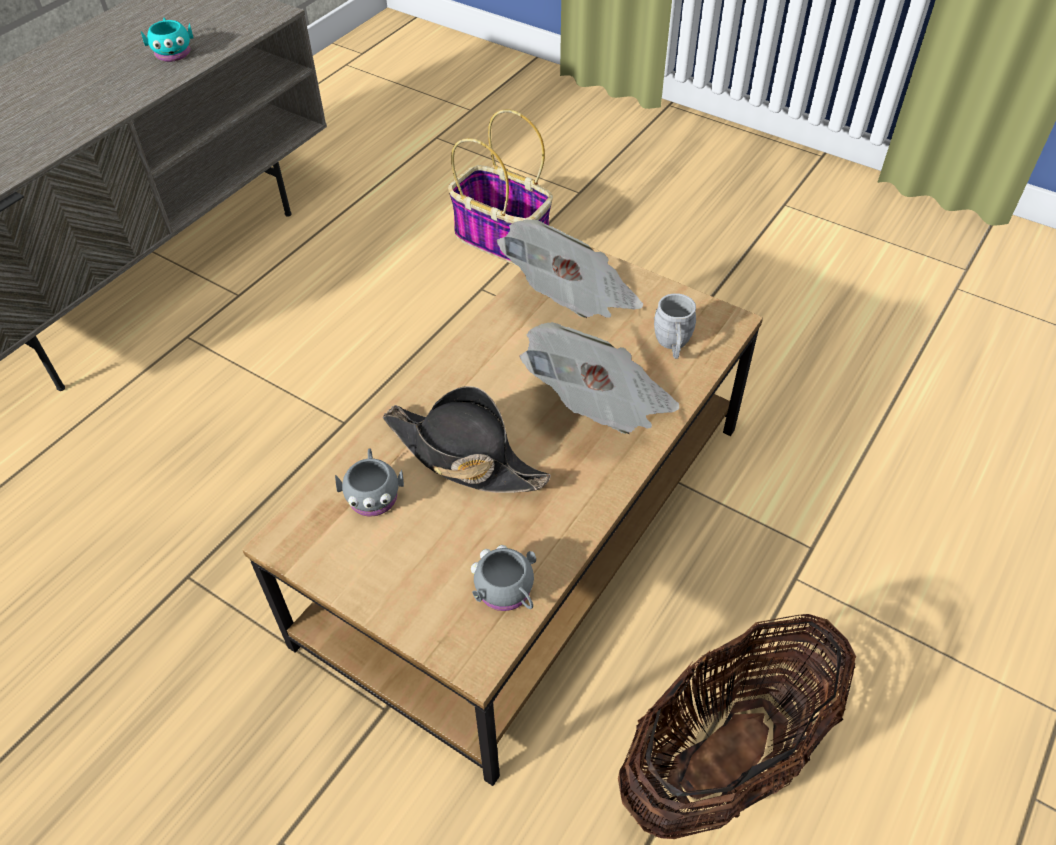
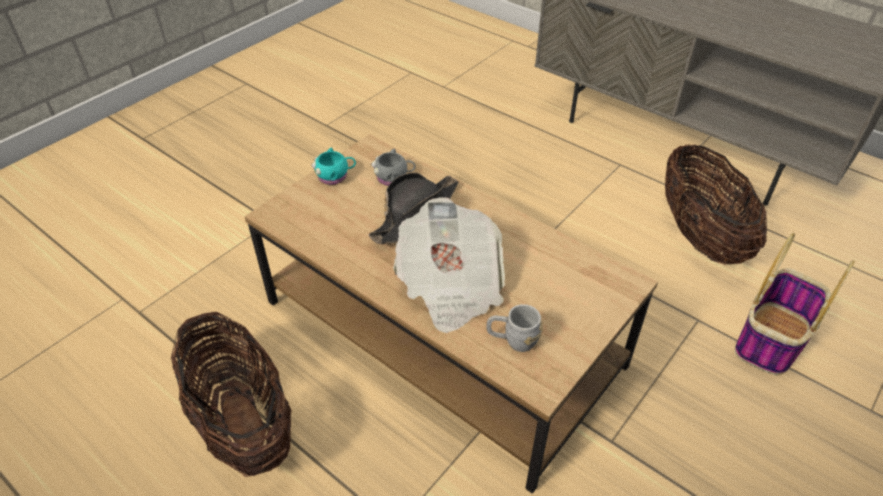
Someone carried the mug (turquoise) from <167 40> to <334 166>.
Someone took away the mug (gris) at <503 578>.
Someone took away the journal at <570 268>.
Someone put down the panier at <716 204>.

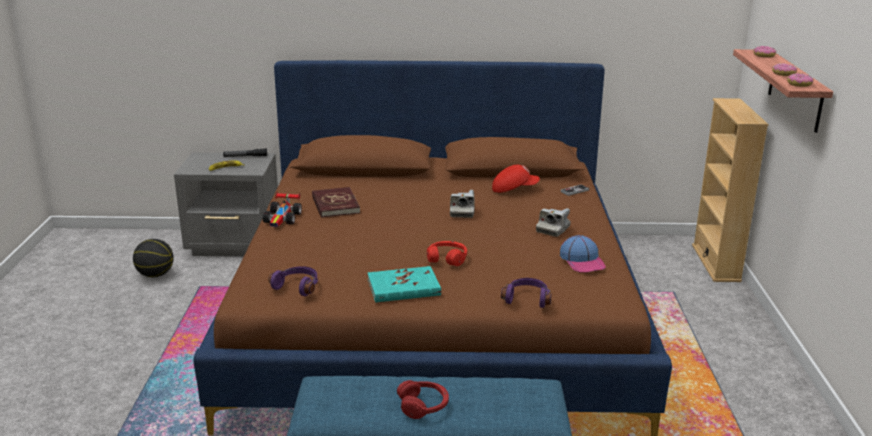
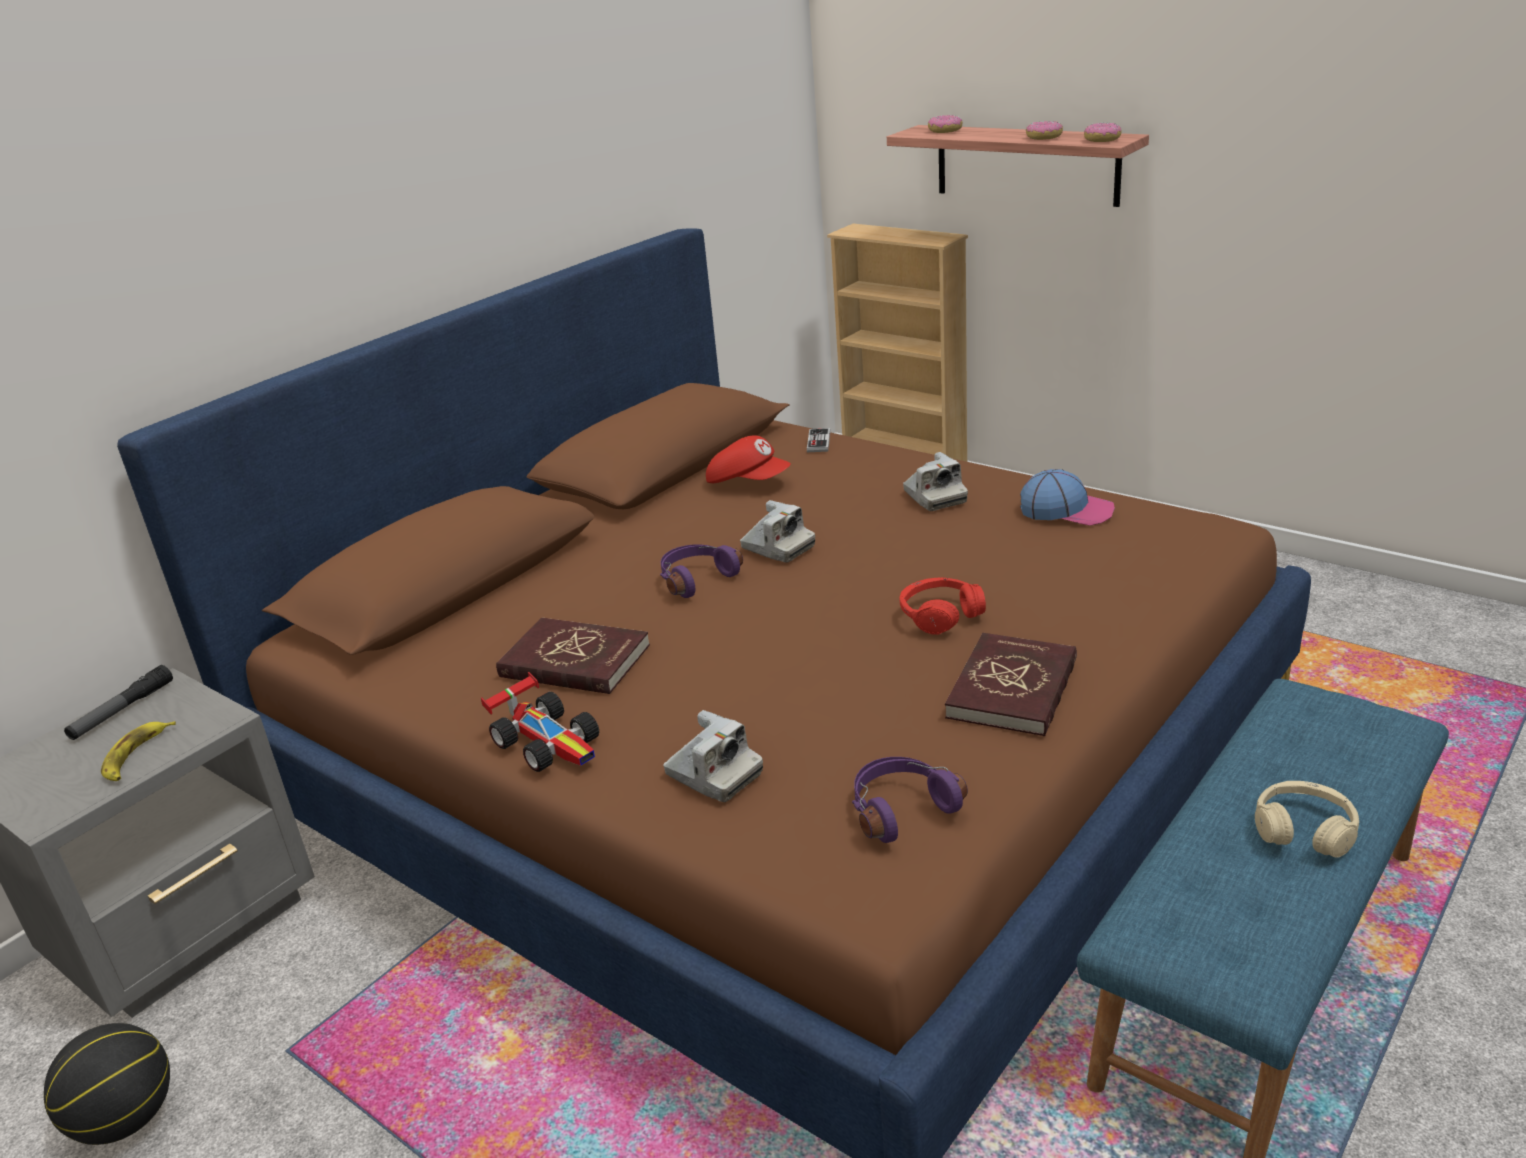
Someone repainted the livre (turquoise) at <404 284>, which became the livre (rouge) at <1011 684>.
Someone repainted the casque audio (rouge) at <423 399>, which became the casque audio (beige) at <1307 819>.
Someone rotated the casquette (rouge) at <516 179> by 90 degrees clockwise.
Someone carried the casque audio (violet) from <526 293> to <701 571>.
Someone put down the appareil photo at <713 756>.

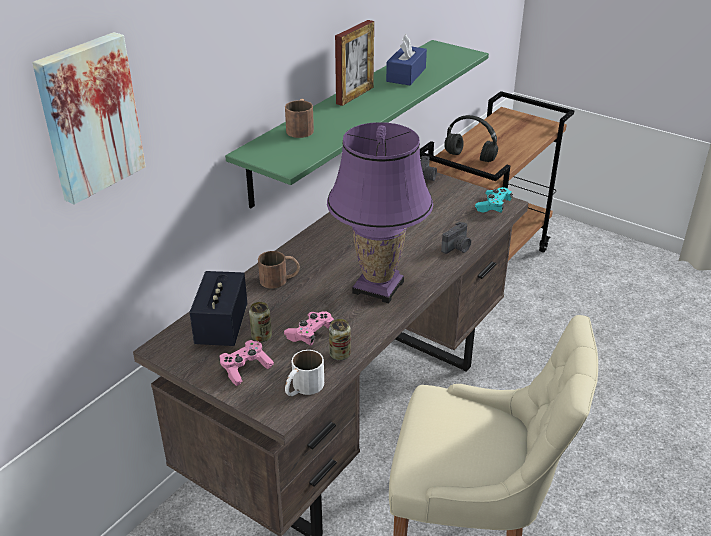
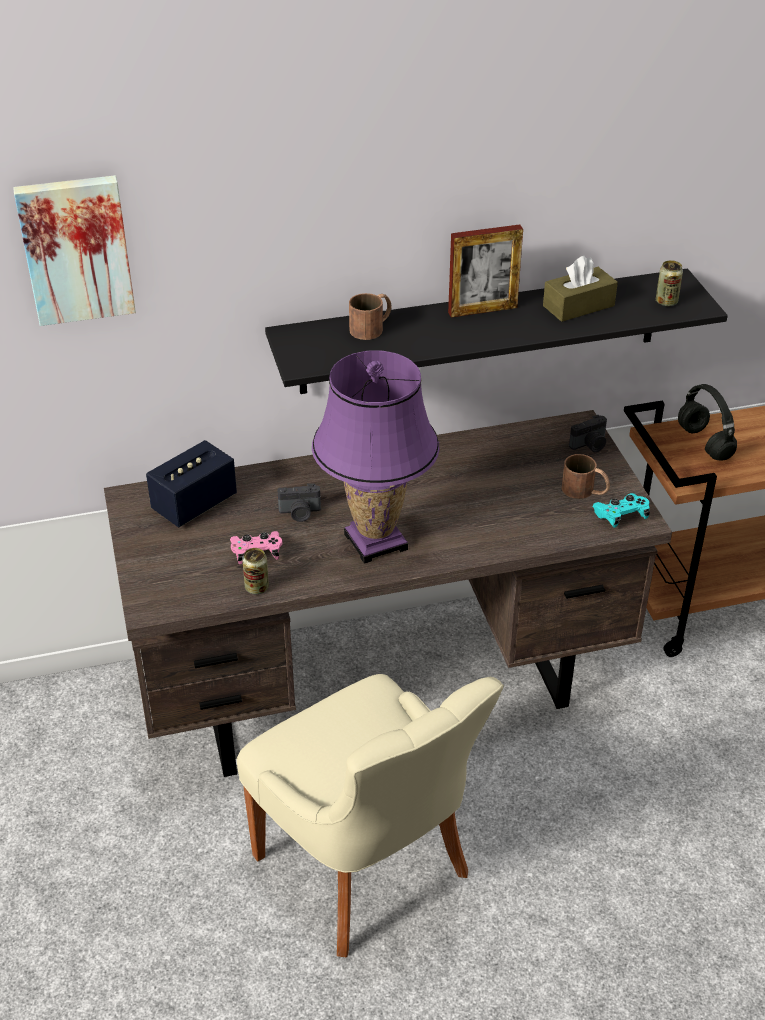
Someone took away the manette (rose) at <246 363>.
Someone repainted the étagère (vert) at <357 124>, which became the étagère (noir) at <496 331>.
Someone carried the boîte métallique from <260 322> to <669 283>.
Someone carried the mug (marron) from <279 270> to <586 476>.
Someone took away the mug (blanc) at <304 373>.
Someone repainted the boîte à mouchoirs (bleu) at <406 60>, which became the boîte à mouchoirs (marron) at <580 289>.
Someone carried the appareil photo from <456 238> to <299 503>.

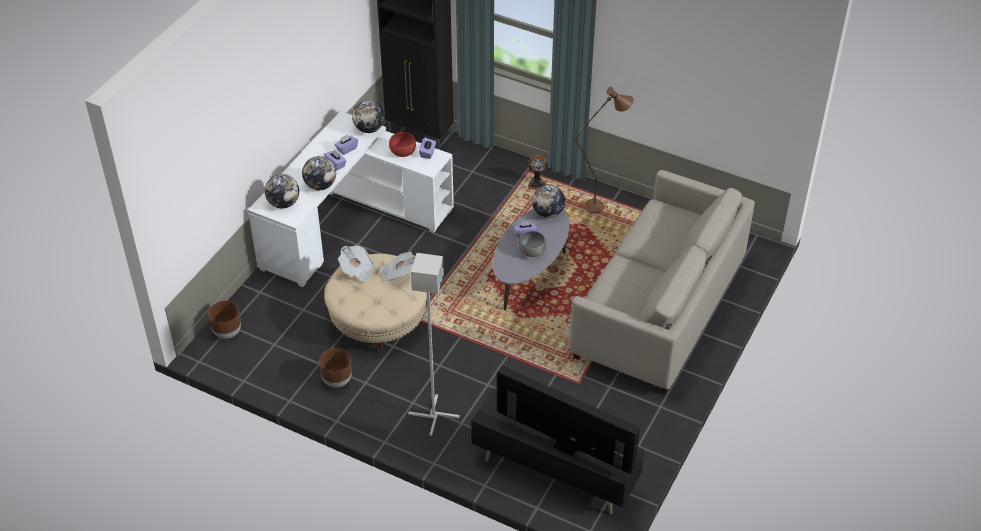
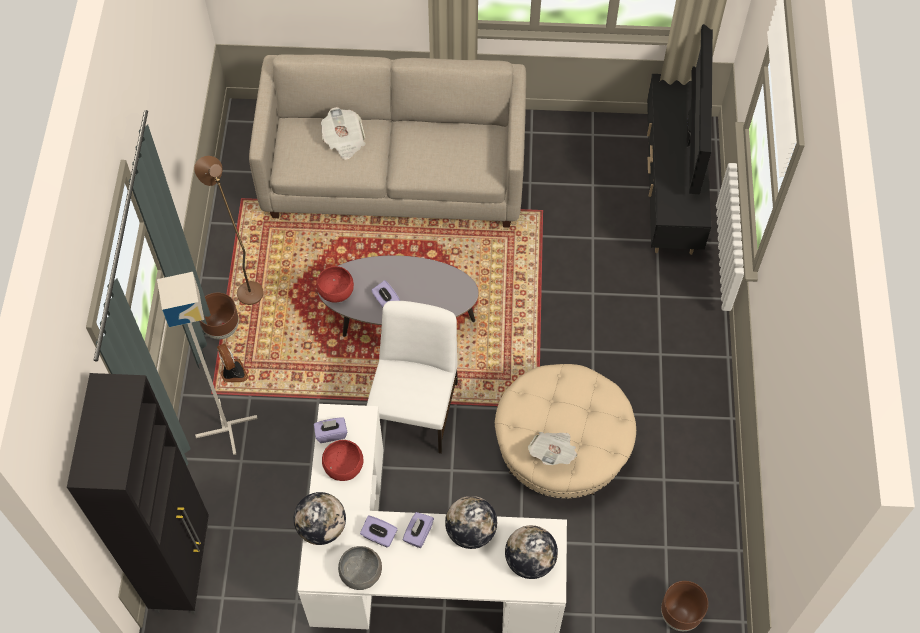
Someone carried the cache-pot (marron) from <335 367> to <219 316>.
Someone carried the journal from <397 267> to <343 133>.
Someone carried the lampadaire (gris) from <433 344> to <207 363>.
Someone carried the bol (gris) from <532 244> to <360 568>.
Someone swapped the globe at <548 201> for the bol (rouge) at <335 284>.
Someone put down the chaise (blanc) at <412 377>.

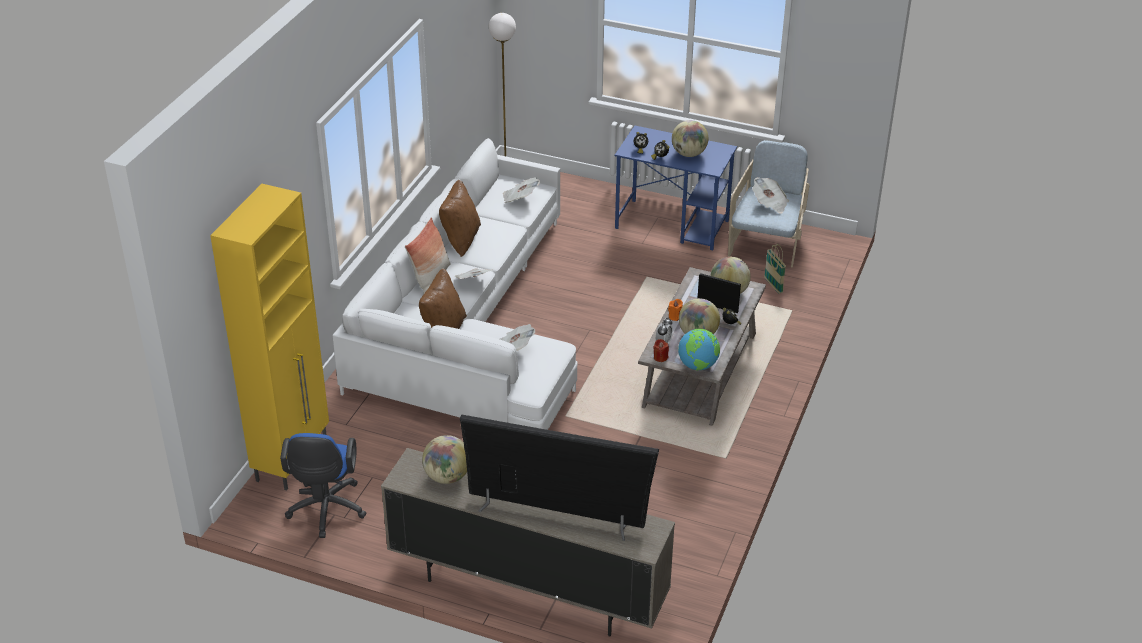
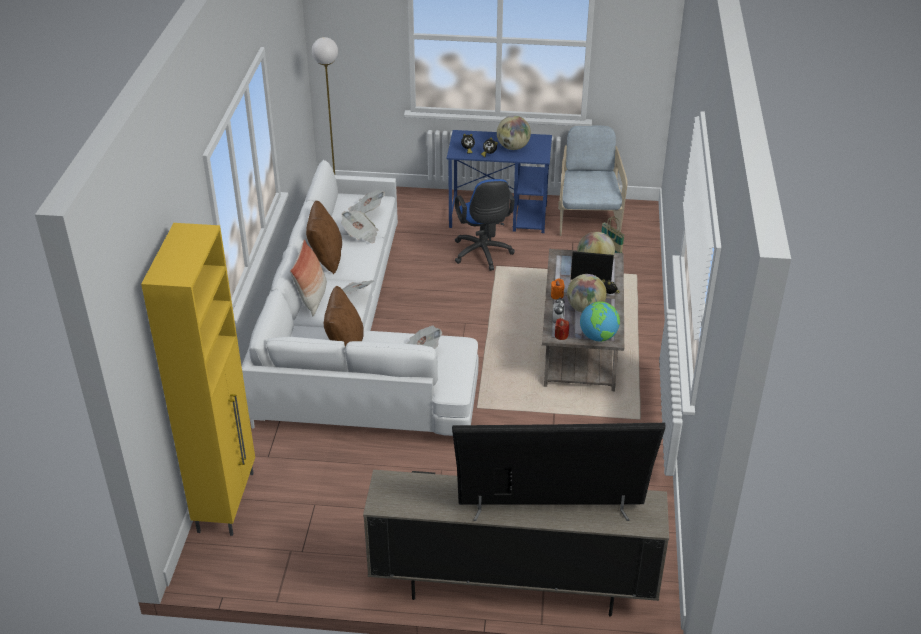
Someone carried the chaise de bureau (bleu) from <323 485> to <485 225>.
Someone took away the globe at <444 459>.
Someone carried the journal from <770 195> to <360 226>.

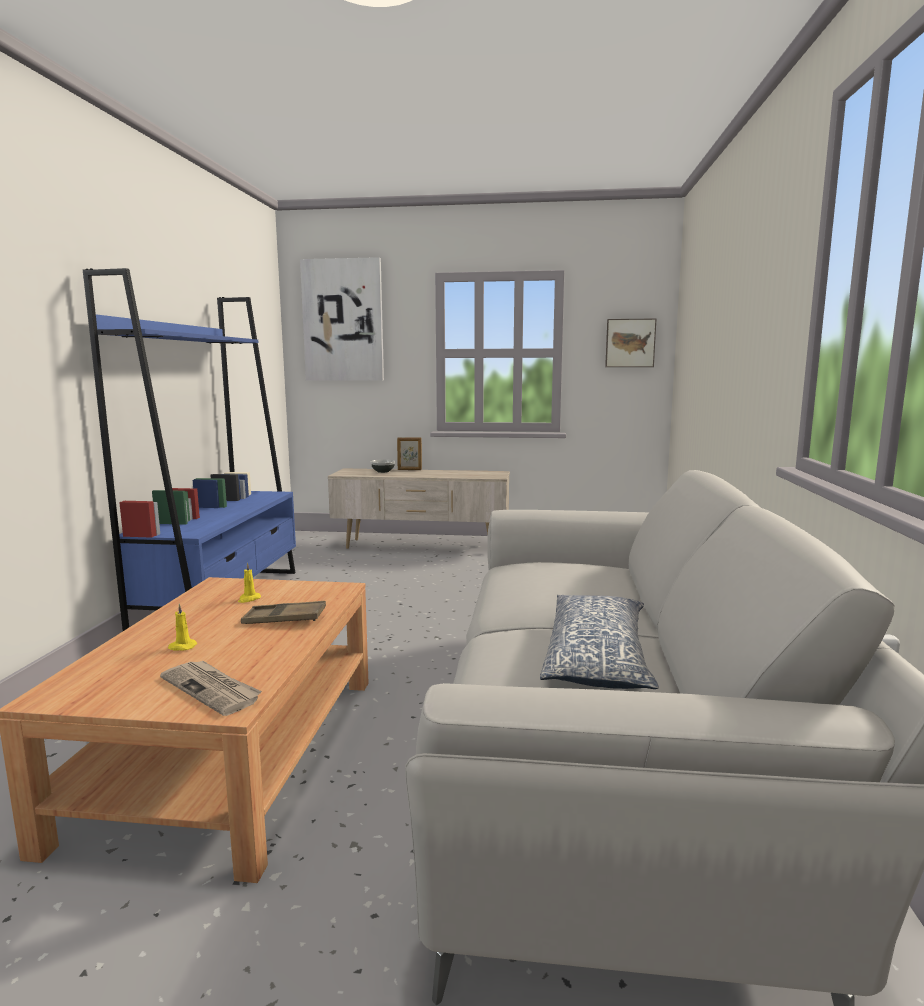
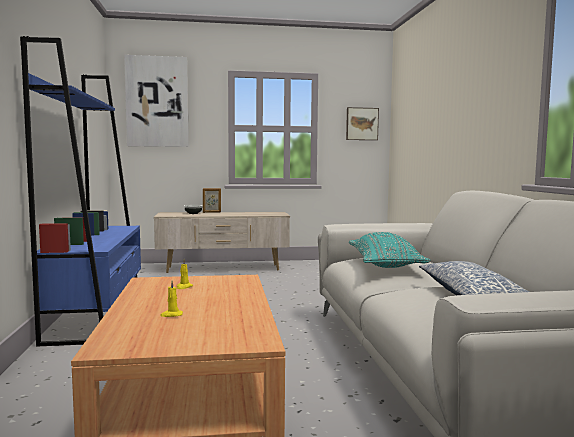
Someone took away the journal at <211 688>.
Someone took away the plateau (marron) at <283 612>.
Someone put down the coussin (turquoise) at <389 250>.

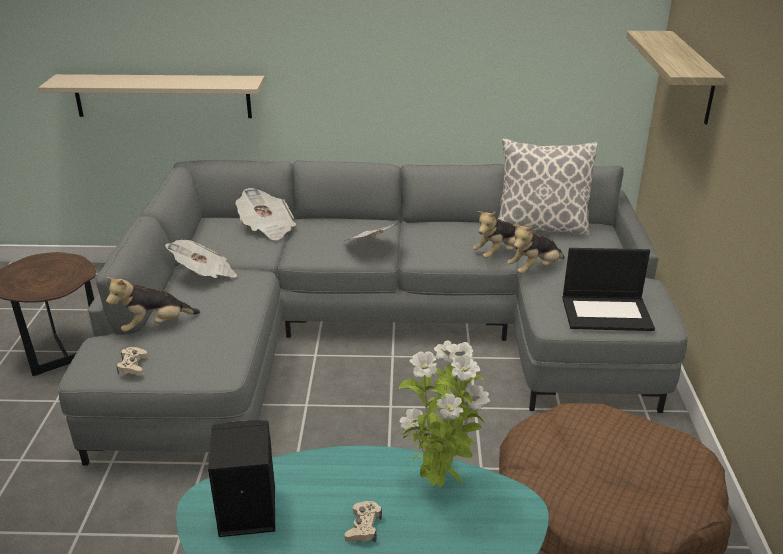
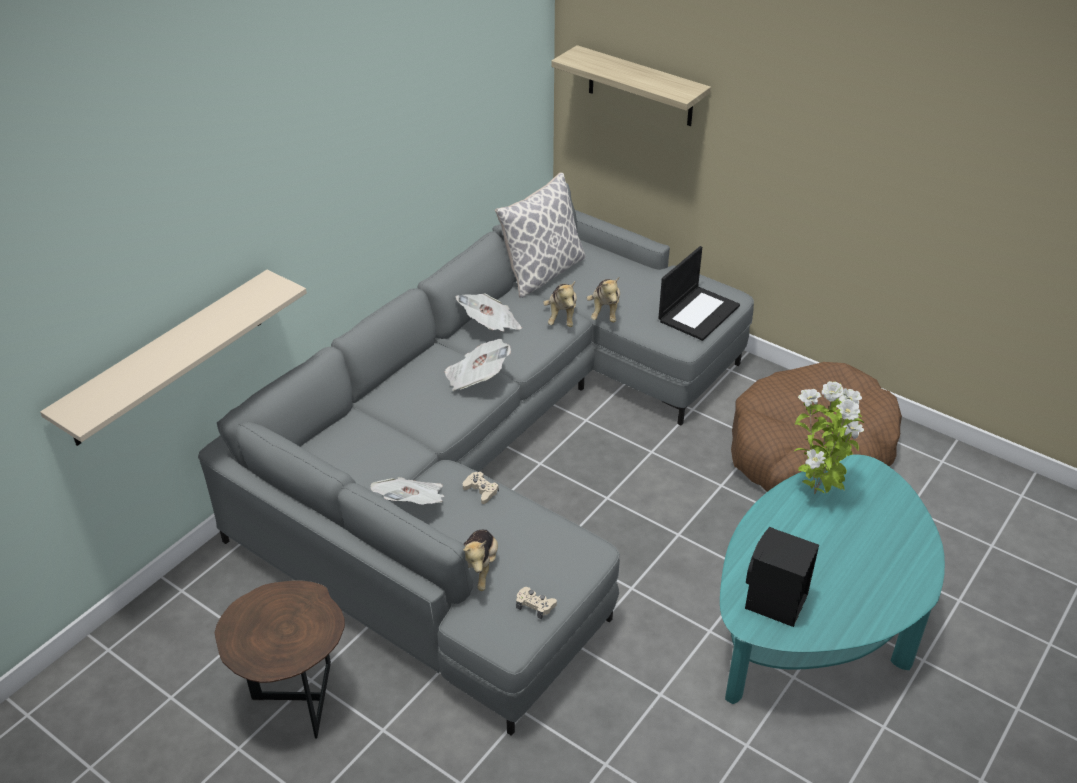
Someone carried the journal from <265 214> to <488 313>.
Someone carried the manette (beige) from <363 521> to <481 488>.

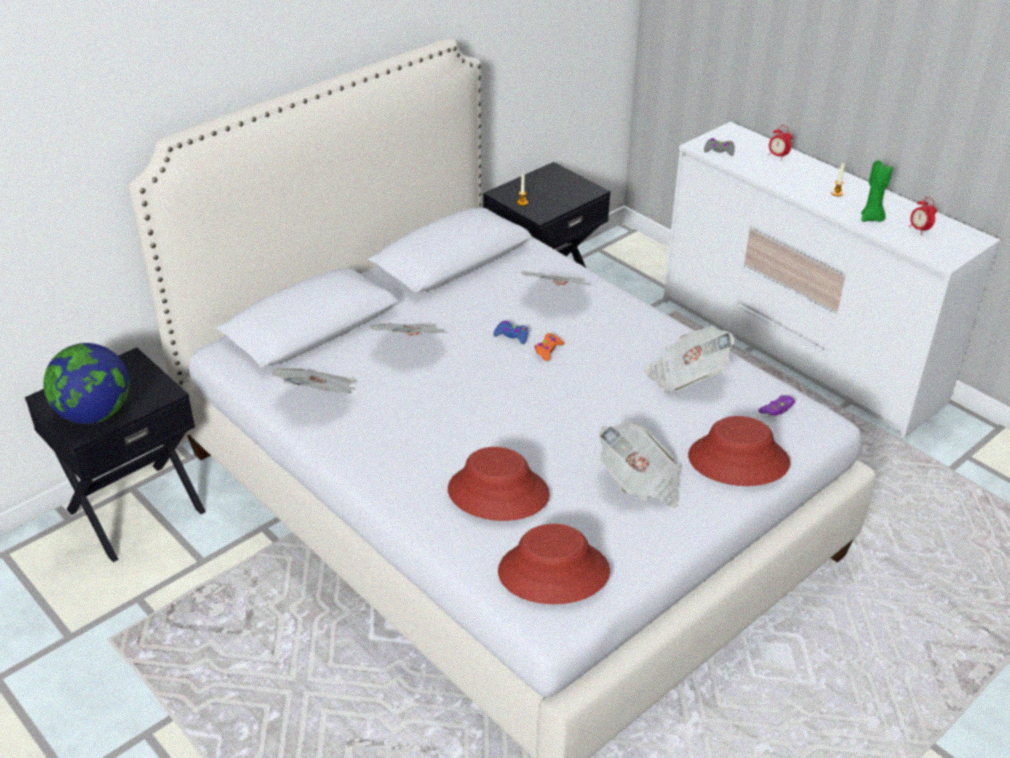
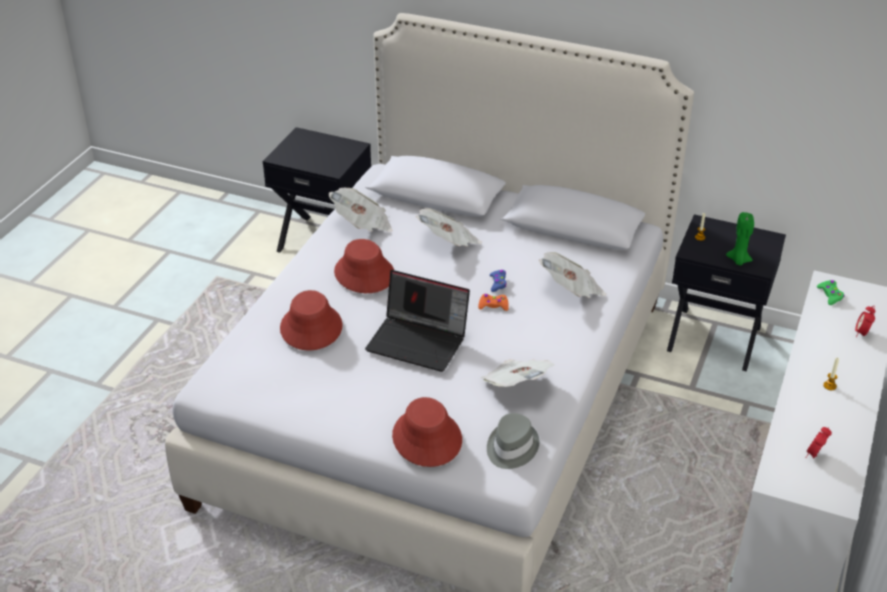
Someone took away the globe at <86 383>.
Someone carried the chapeau (rouge) from <554 564> to <364 266>.
Someone took away the journal at <640 464>.
Someone repainted the manette (gris) at <719 147>, which became the manette (vert) at <830 292>.
Someone swapped the manette (violet) at <776 405> for the chapeau (gris) at <513 441>.
Someone carried the bougie (vert) from <877 191> to <740 238>.
Someone put down the ordinateur portable at <417 321>.

